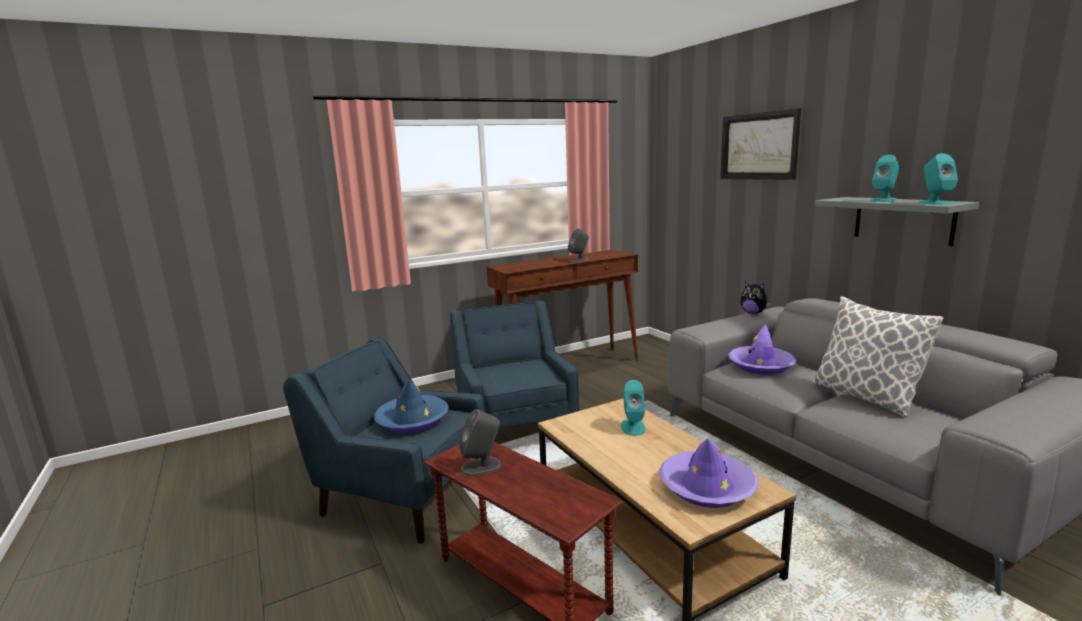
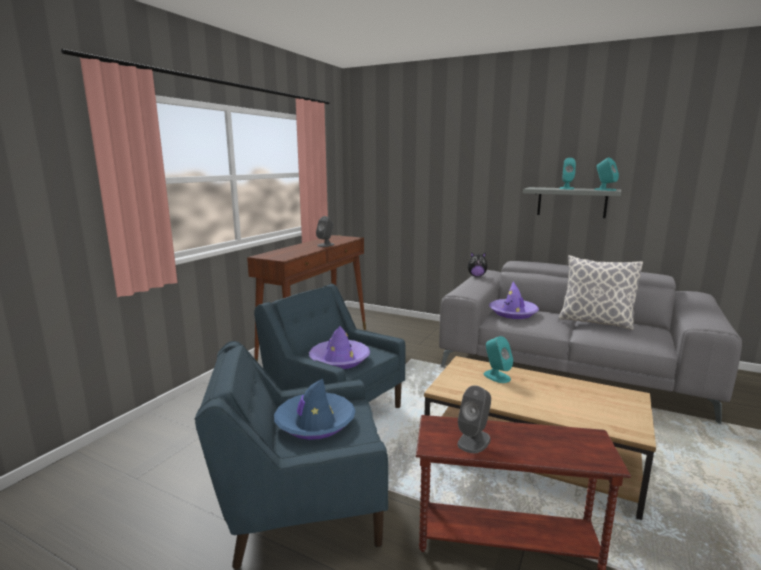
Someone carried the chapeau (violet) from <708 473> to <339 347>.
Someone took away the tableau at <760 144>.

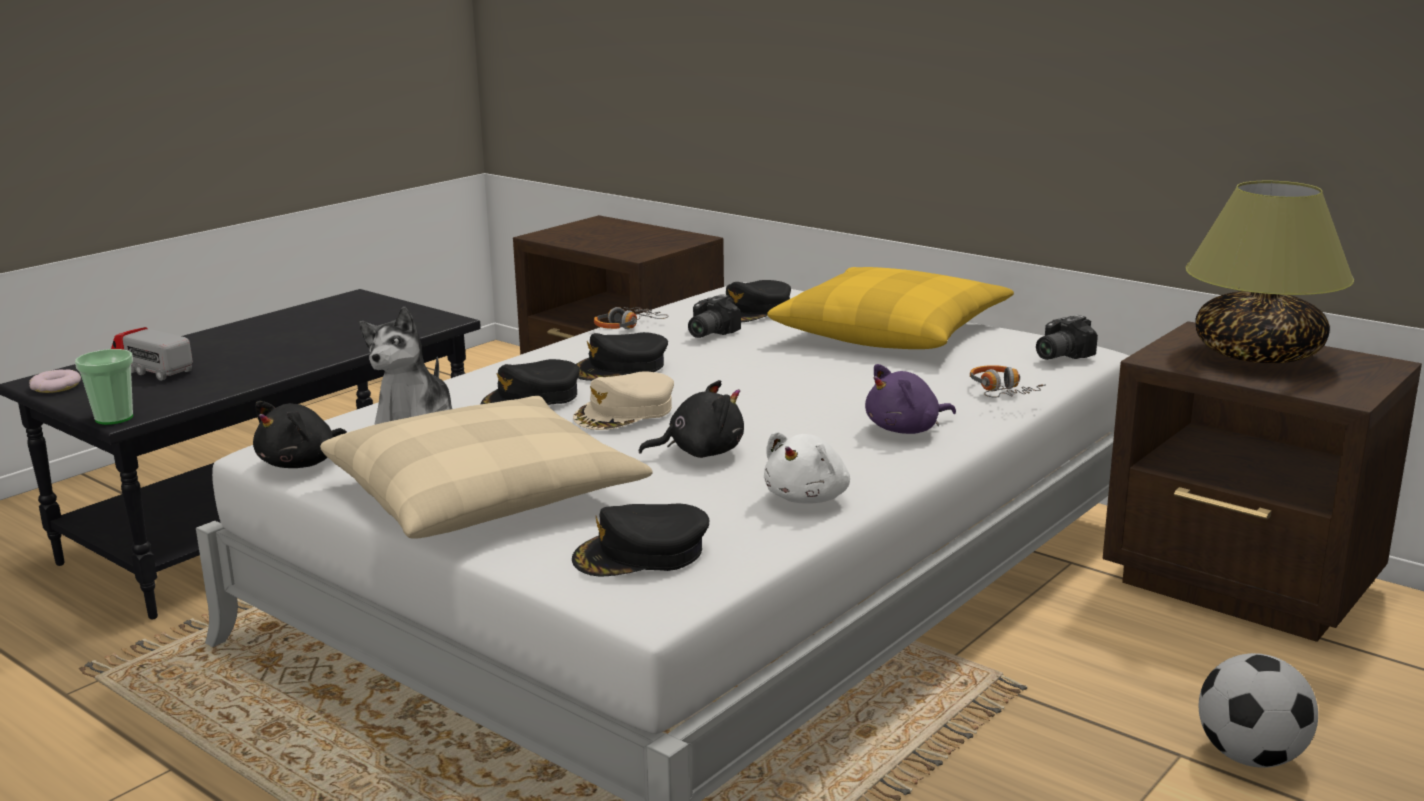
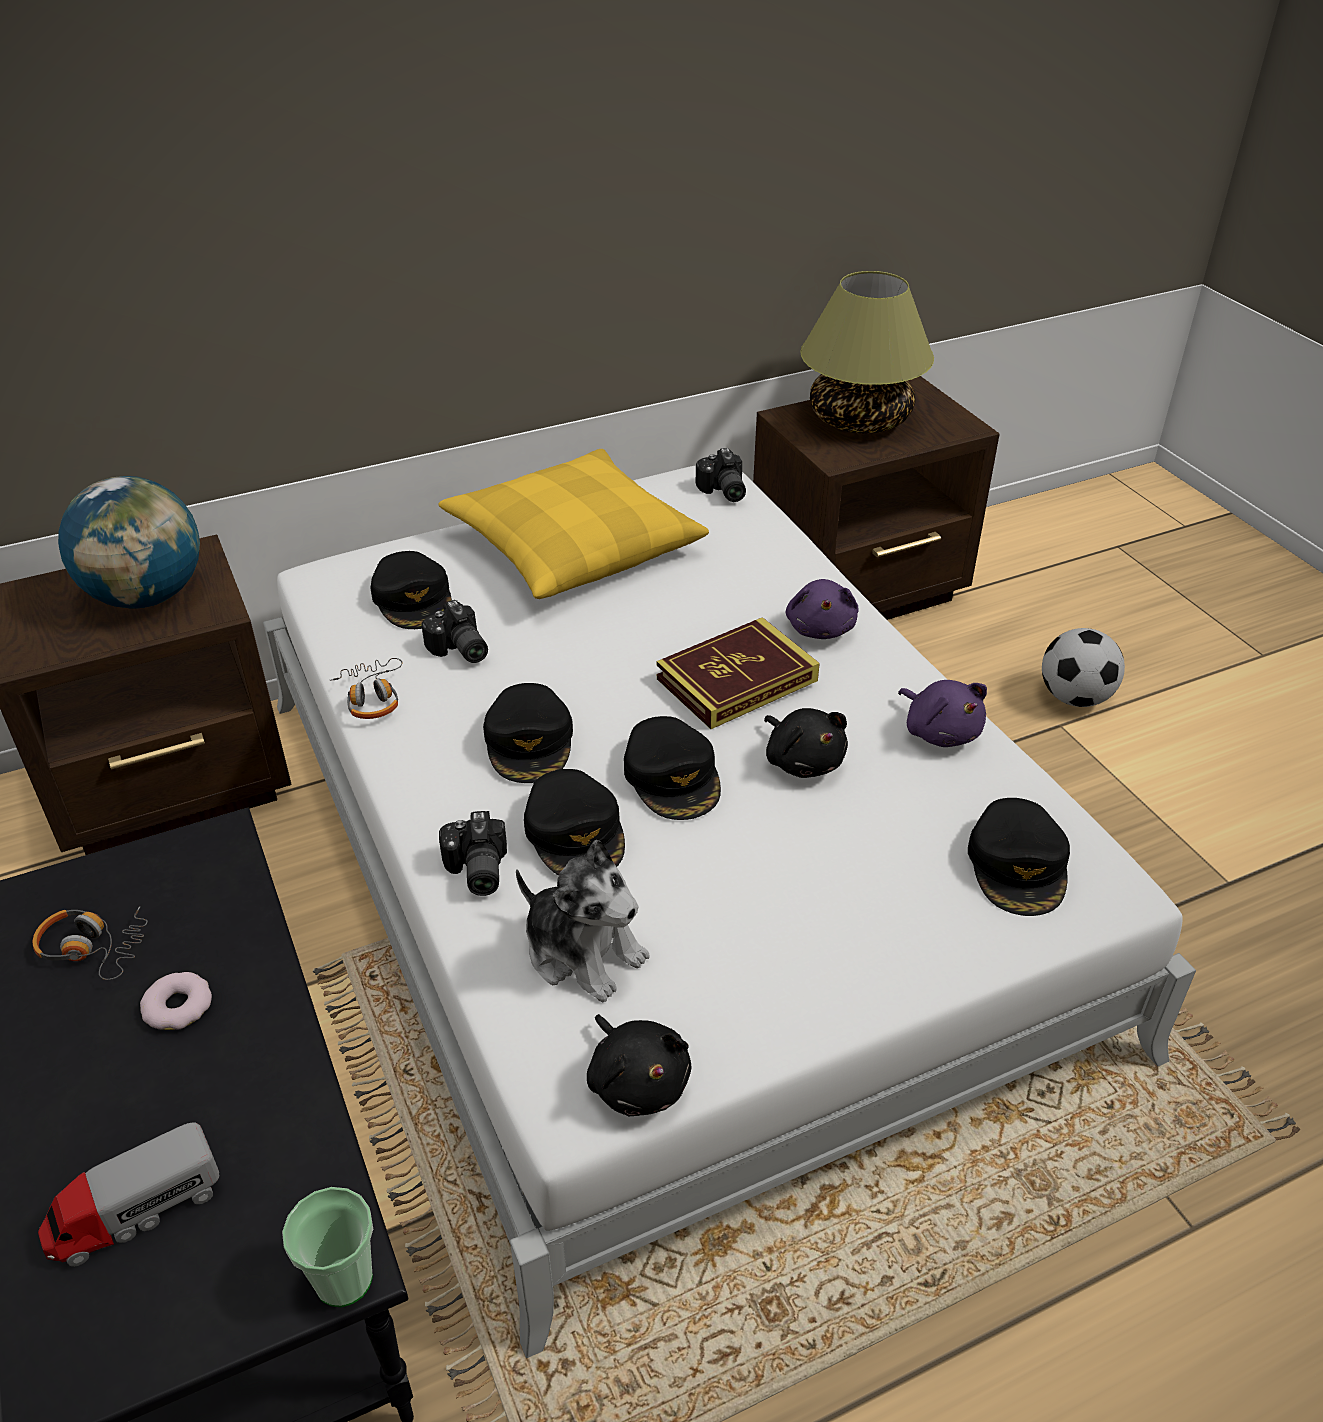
Someone carried the beignet from <55 381> to <176 1001>.
Someone took away the coussin (beige) at <486 467>.
Someone repainted the casquette (beige) at <623 401>, which became the casquette (noir) at <672 768>.
Someone rotated the peluche (noir) at <691 419> by 135 degrees clockwise.
Someone repainted the peluche (blanc) at <807 467>, which became the peluche (violet) at <942 713>.
Someone carried the casque audio from <1008 381> to <90 943>.
Someone put down the globe at <129 542>.
Someone put down the appareil photo at <473 853>.
Someone put down the livre at <738 673>.

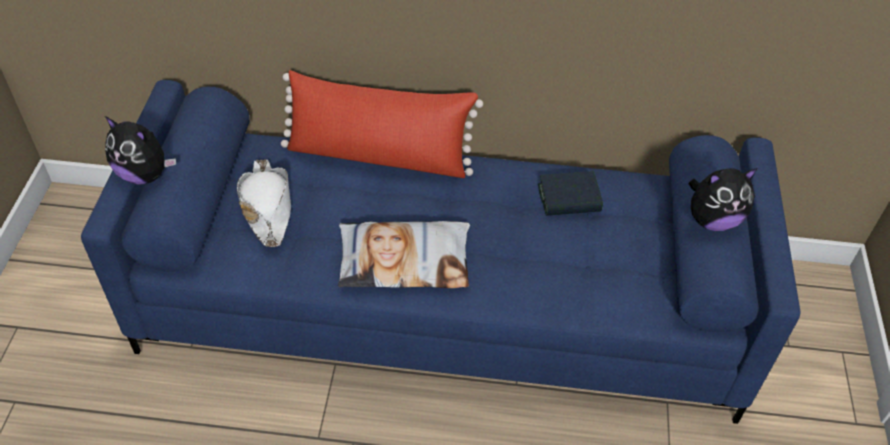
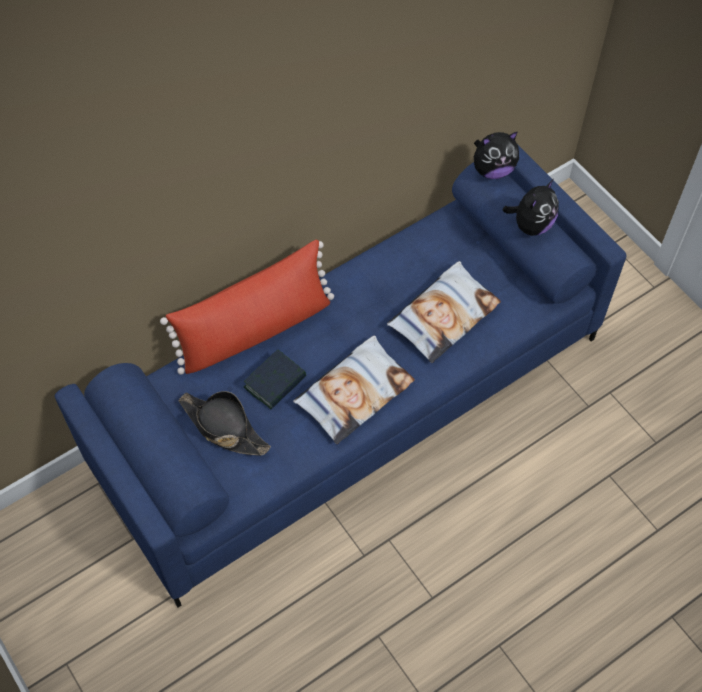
Someone carried the peluche from <140 150> to <496 155>.
Someone repainted the chapeau (blanc) at <264 203>, which became the chapeau (noir) at <224 423>.
Someone carried the livre from <570 193> to <275 379>.
Someone put down the coussin at <444 312>.

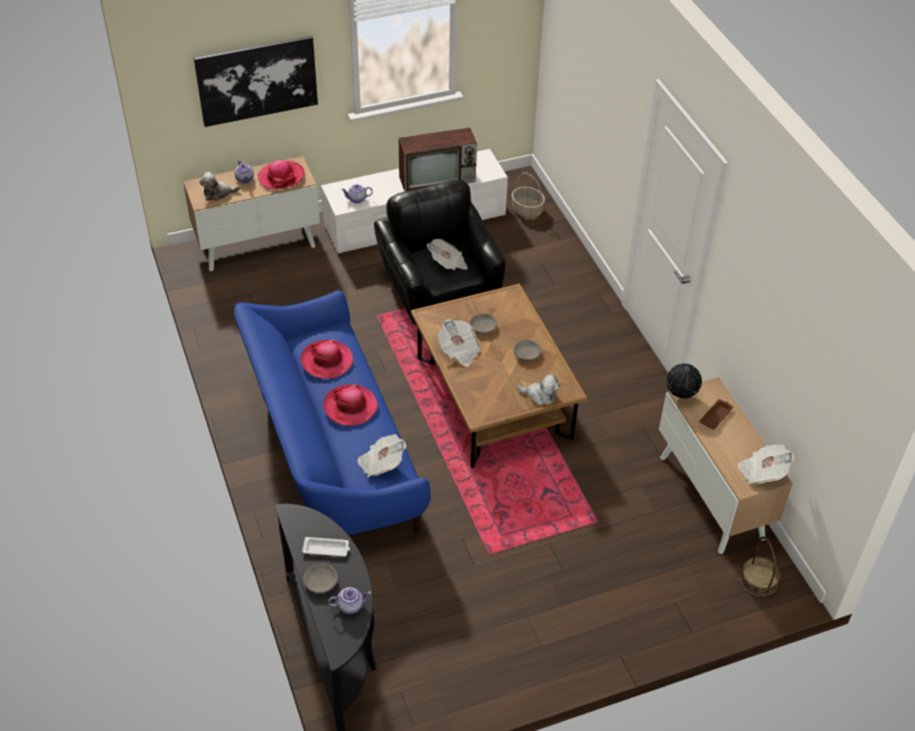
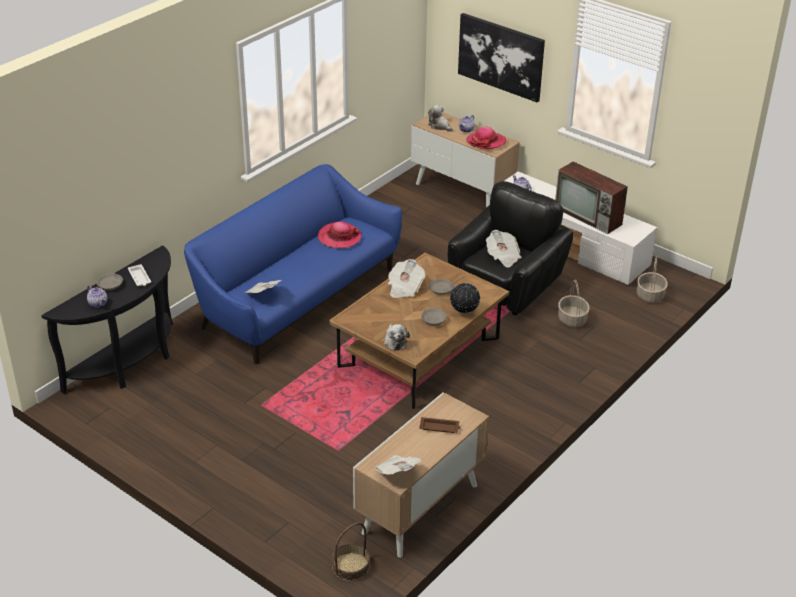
Someone took away the chapeau at <350 405>.
Someone carried the globe from <684 381> to <465 297>.
Someone put down the panier at <574 303>.

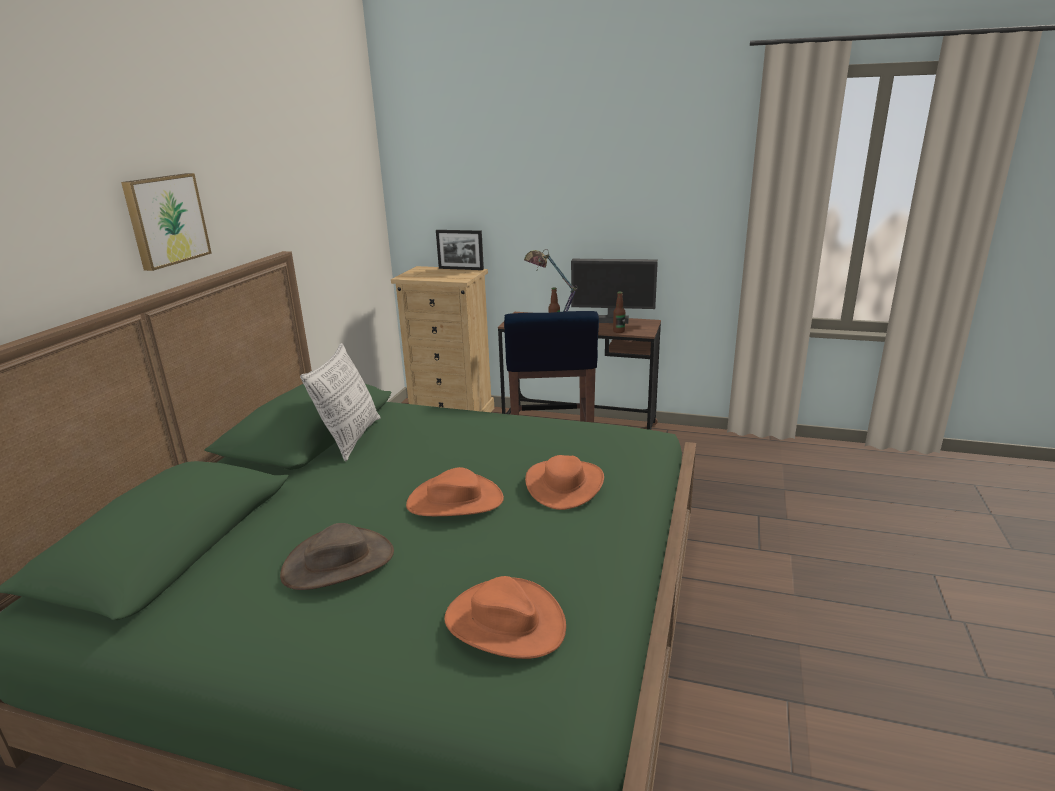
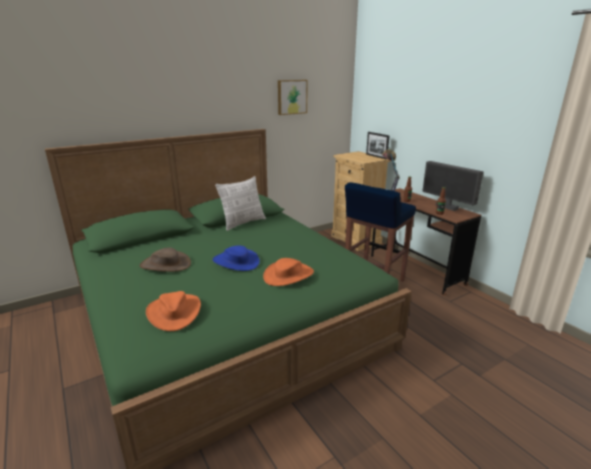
Someone carried the tableau from <166 222> to <293 97>.
Someone repainted the chapeau (orange) at <455 491>, which became the chapeau (bleu) at <236 258>.

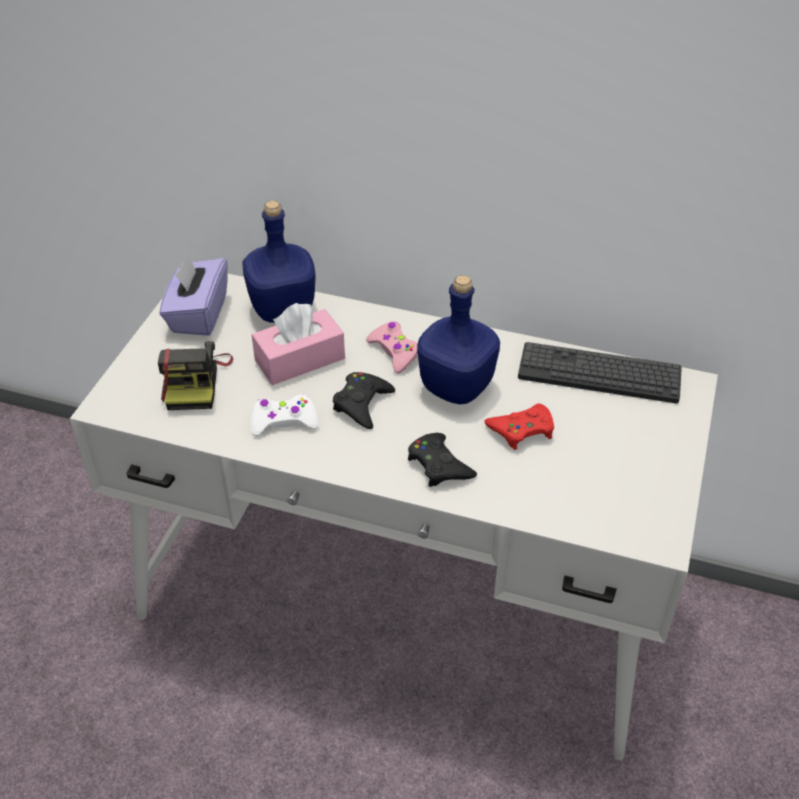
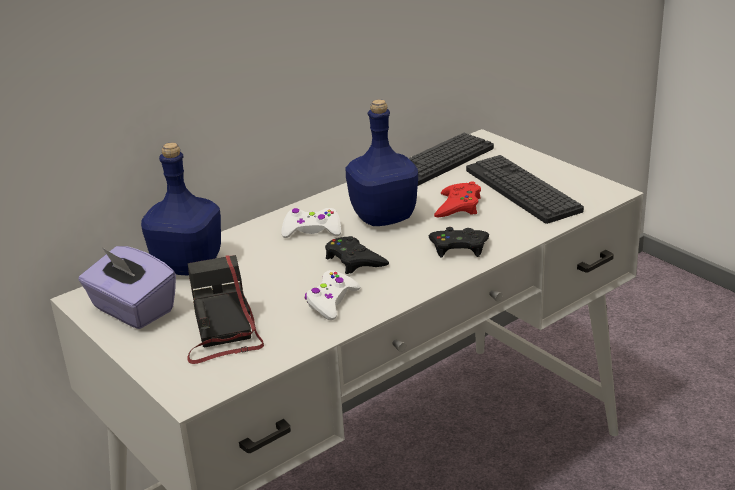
Someone rotated the appareil photo at <195 375> by 135 degrees counterclockwise.
Someone took away the boîte à mouchoirs (rose) at <298 344>.
Someone repainted the manette (rose) at <392 347>, which became the manette (blanc) at <311 223>.
Someone put down the clavier at <525 189>.

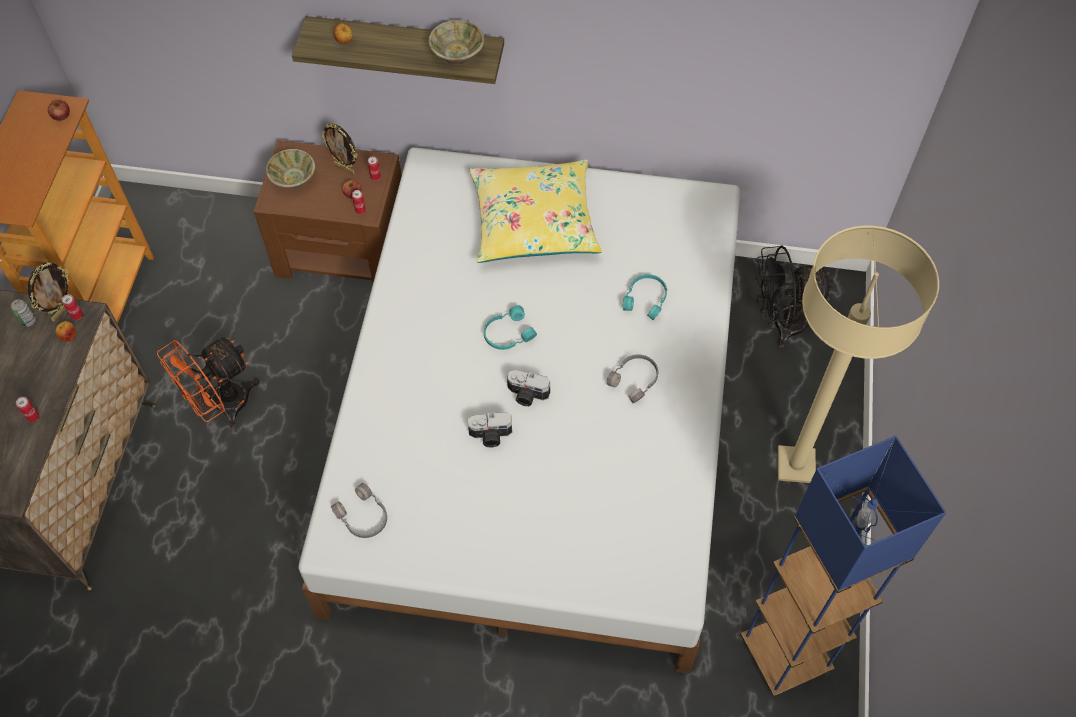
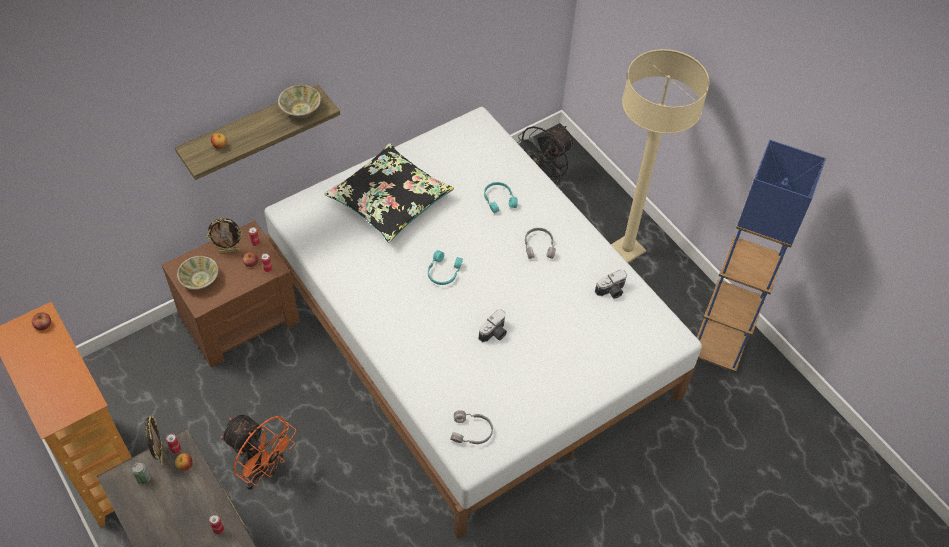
Someone rotated the ventilateur (orange) at <208 382> by 60 degrees counterclockwise.
Someone repainted the coussin (jaune) at <535 211>, which became the coussin (noir) at <389 193>.
Someone carried the appareil photo from <528 388> to <611 284>.

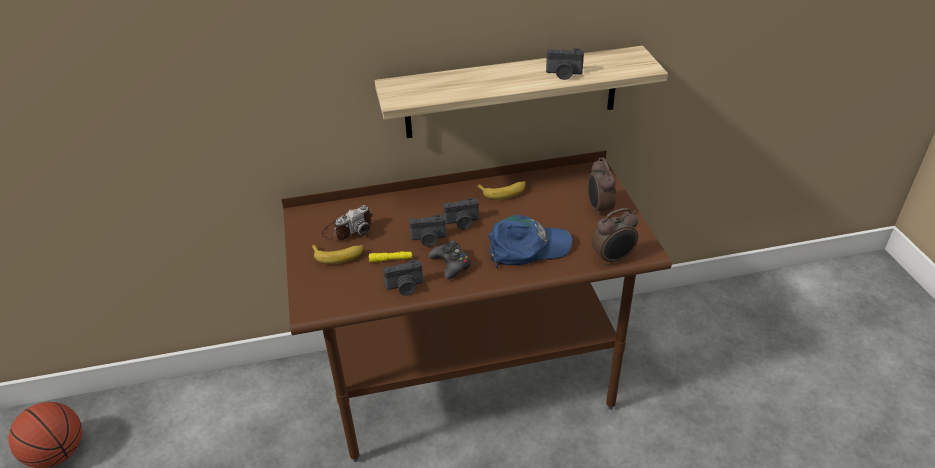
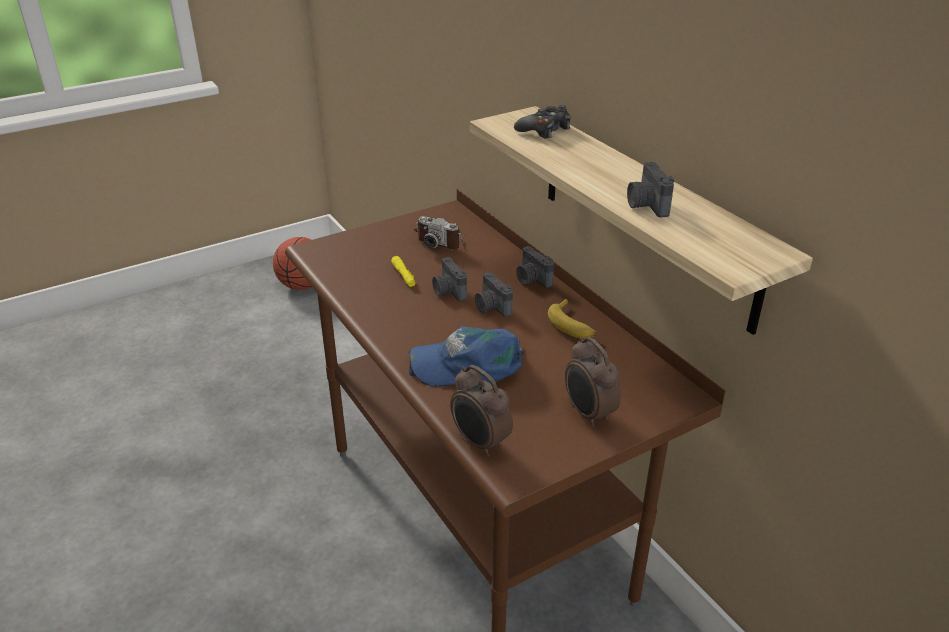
Someone took away the banane at <337 254>.
Someone carried the appareil photo from <403 277> to <535 267>.
Someone carried the manette (noir) from <450 260> to <542 122>.
Someone rotated the casquette (bleu) at <530 242> by 120 degrees clockwise.
Someone rotated the réveil at <602 187> by 90 degrees counterclockwise.

